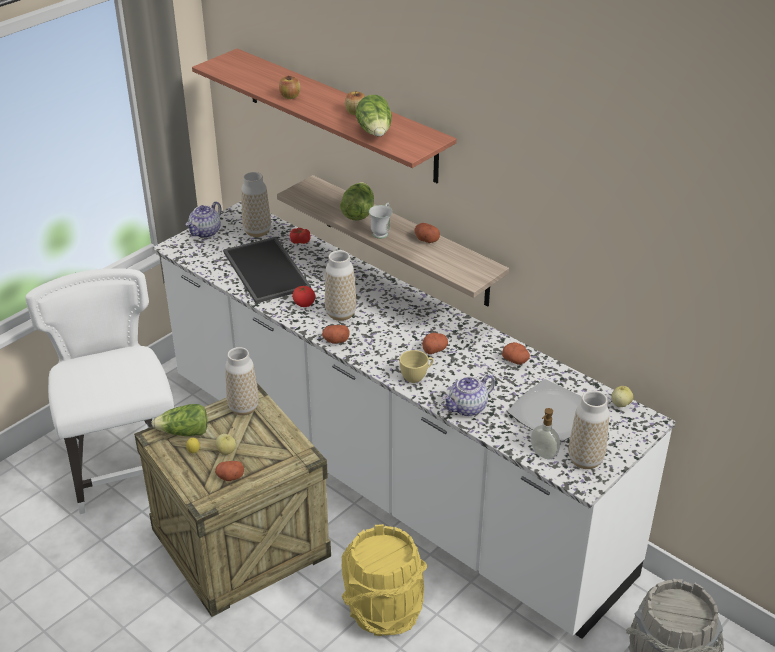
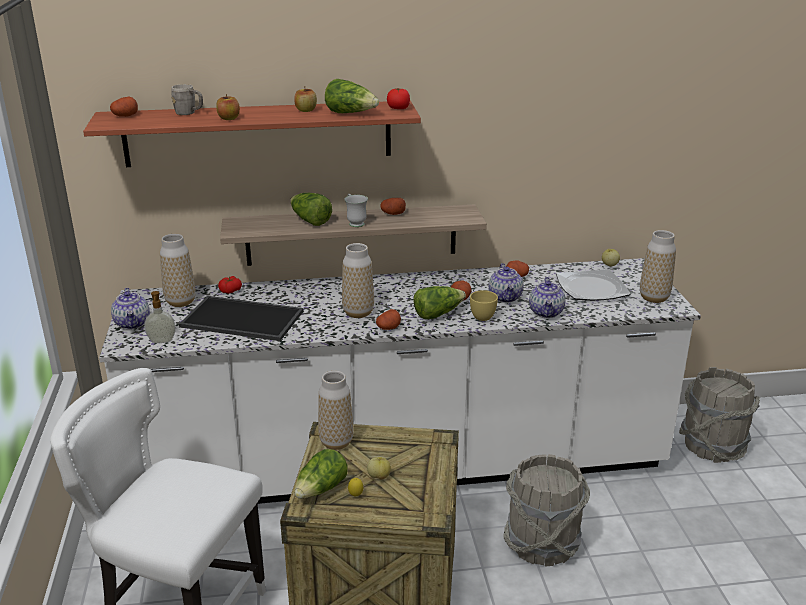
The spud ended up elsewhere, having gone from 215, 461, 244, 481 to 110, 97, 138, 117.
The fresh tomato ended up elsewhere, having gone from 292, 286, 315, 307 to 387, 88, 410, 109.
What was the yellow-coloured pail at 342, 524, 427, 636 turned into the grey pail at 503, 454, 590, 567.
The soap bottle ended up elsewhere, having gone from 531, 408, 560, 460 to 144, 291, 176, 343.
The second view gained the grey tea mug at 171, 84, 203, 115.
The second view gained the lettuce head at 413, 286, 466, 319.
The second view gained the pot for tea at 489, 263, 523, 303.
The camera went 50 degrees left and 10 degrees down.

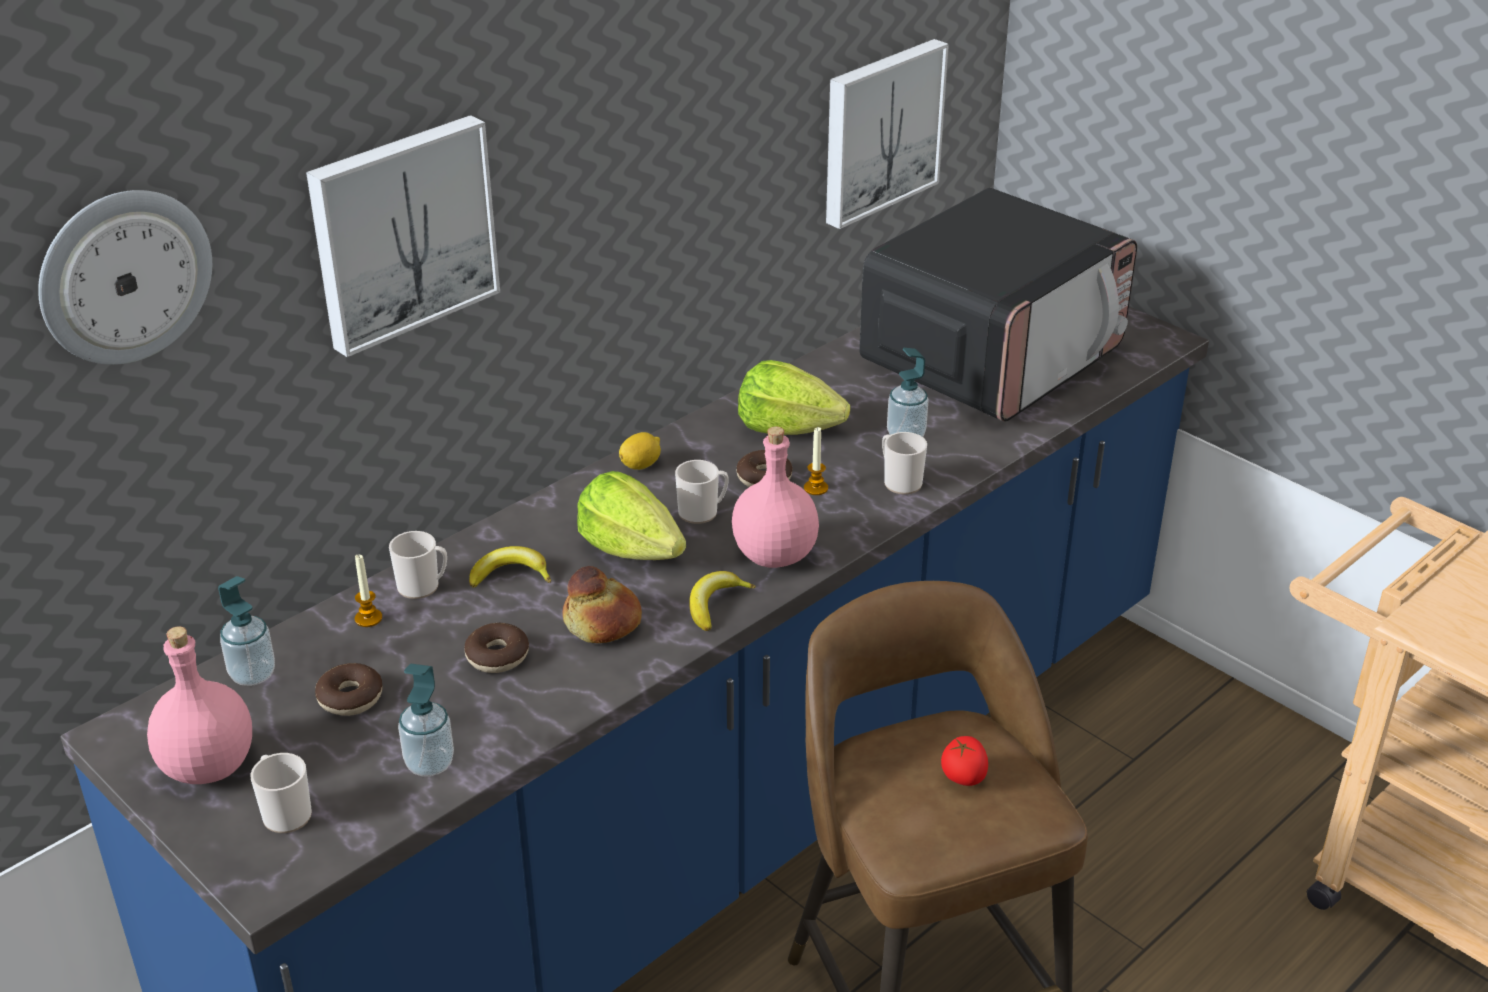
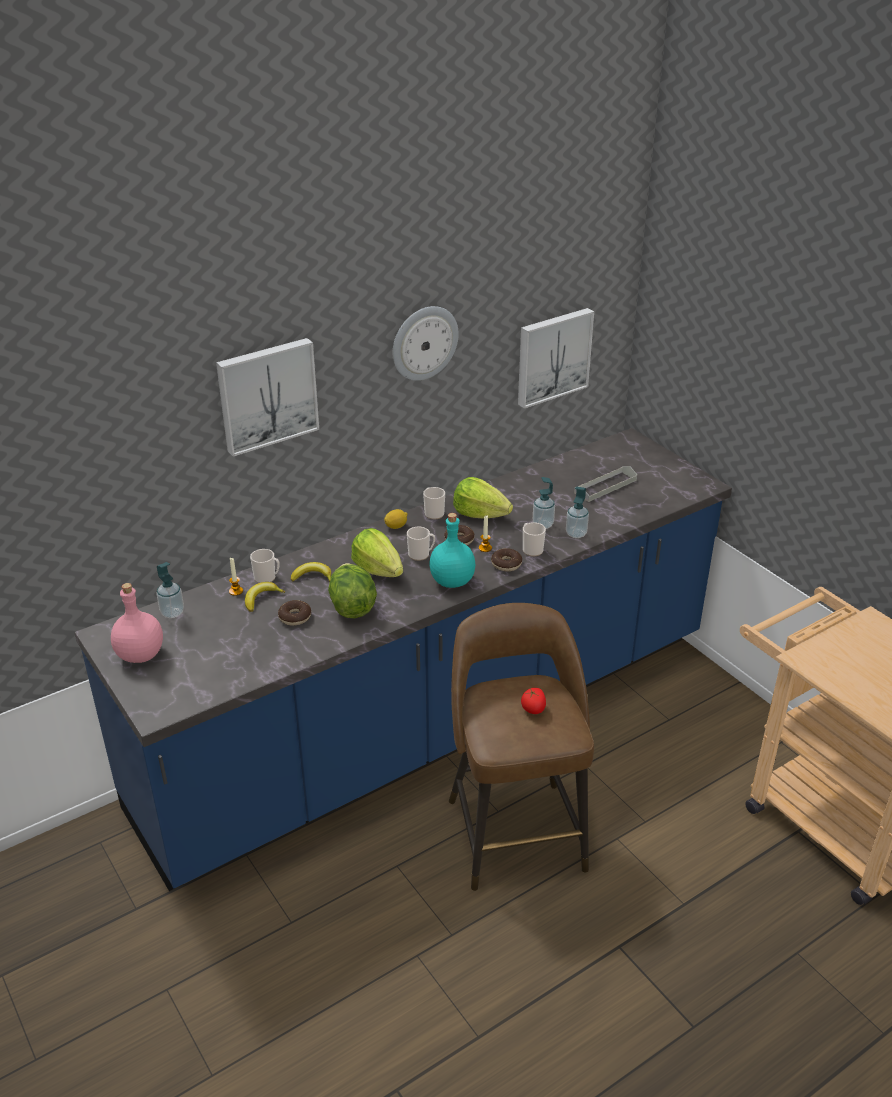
The wall clock ended up elsewhere, having gone from 38, 190, 212, 365 to 393, 306, 459, 381.
The tea mug ended up elsewhere, having gone from 250, 753, 312, 833 to 423, 487, 445, 519.
The doughnut ended up elsewhere, having gone from 315, 663, 383, 716 to 491, 548, 522, 571.
The soap bottle ended up elsewhere, having gone from 398, 664, 454, 776 to 566, 486, 589, 538.
Where the bakery bread stood at 563, 566, 642, 643, the lettuce head came to stand at 328, 563, 377, 618.
The banana fruit ended up elsewhere, having gone from 689, 571, 756, 631 to 245, 582, 285, 612.
What was the pinkish bottle at 732, 426, 819, 568 turned into the turquoise bottle at 429, 513, 475, 588.
Where the microwave oven stood at 859, 188, 1137, 422, the grey tray came to stand at 574, 466, 637, 502.
The camera went 10 degrees right and 0 degrees up.

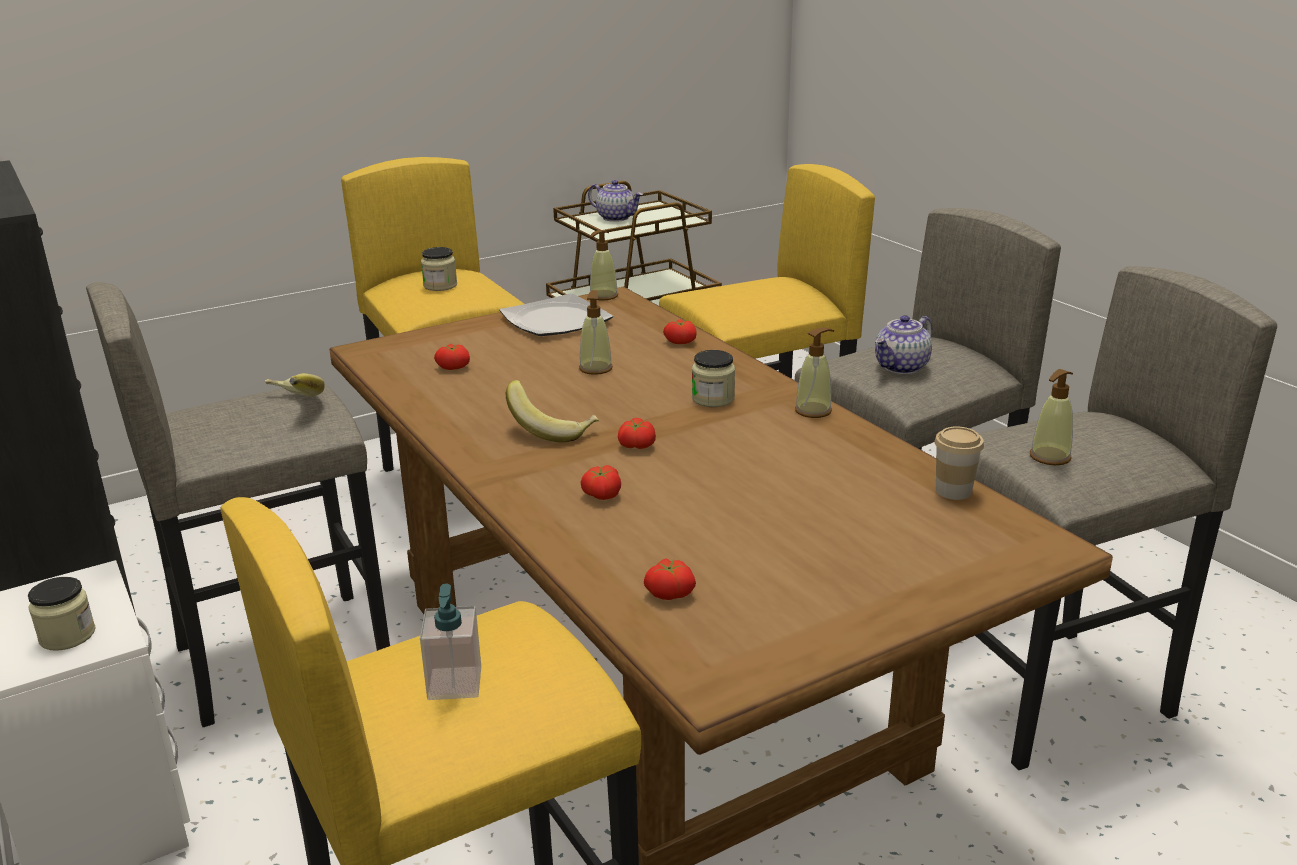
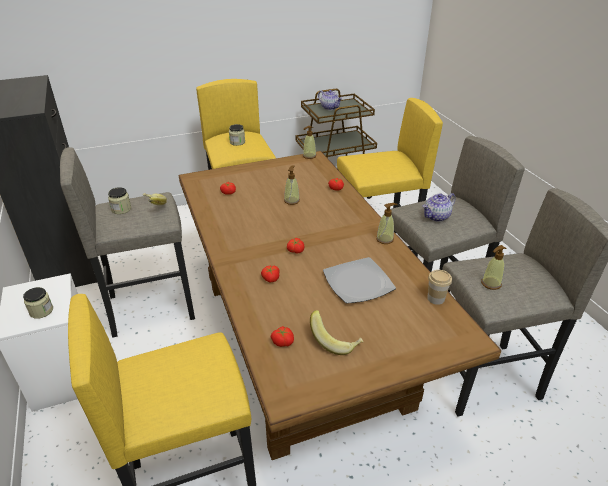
The second view lost the soap bottle at 420, 584, 481, 700.
The flat dish ended up elsewhere, having gone from 499, 293, 613, 336 to 323, 257, 396, 304.
The banana fruit ended up elsewhere, having gone from 505, 380, 599, 443 to 310, 310, 363, 355.
The preserve jar ended up elsewhere, having gone from 692, 350, 735, 407 to 108, 187, 131, 214.
The camera went 10 degrees right and 10 degrees up.

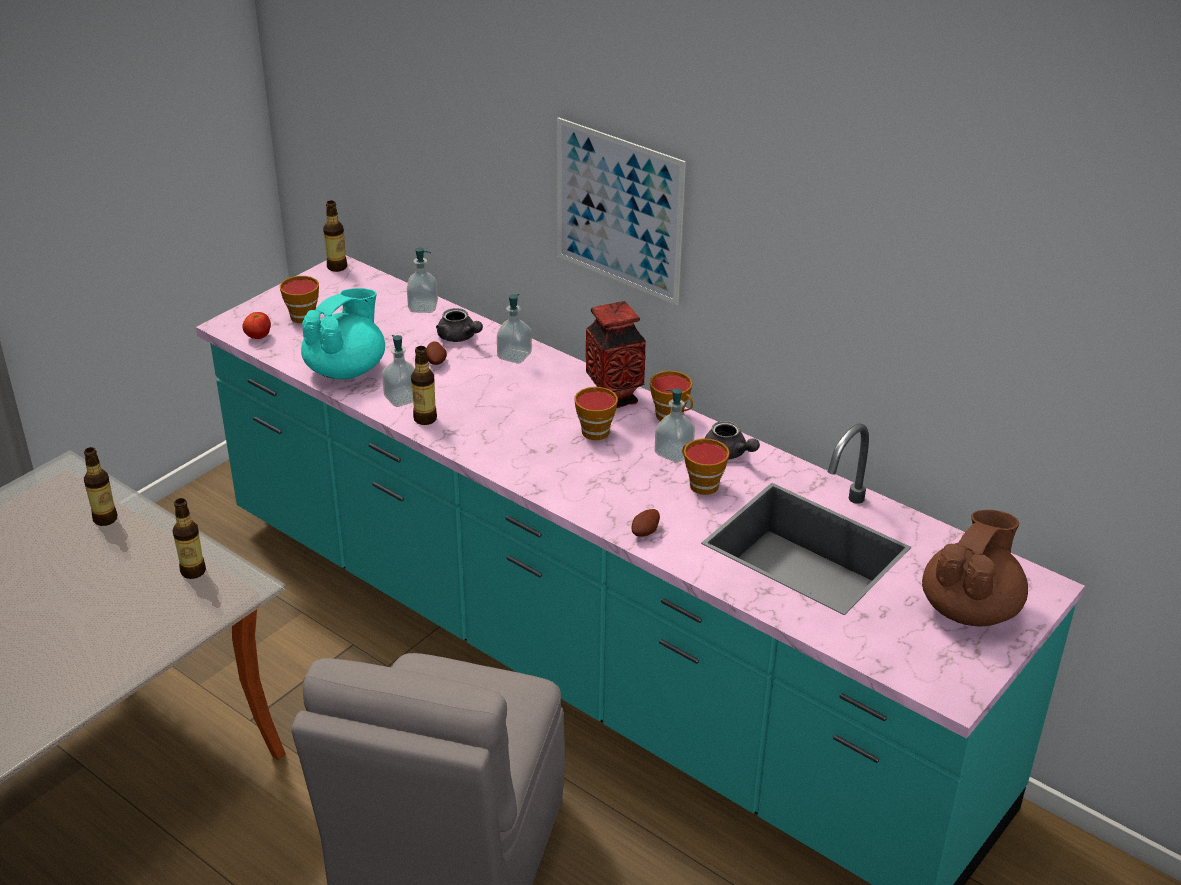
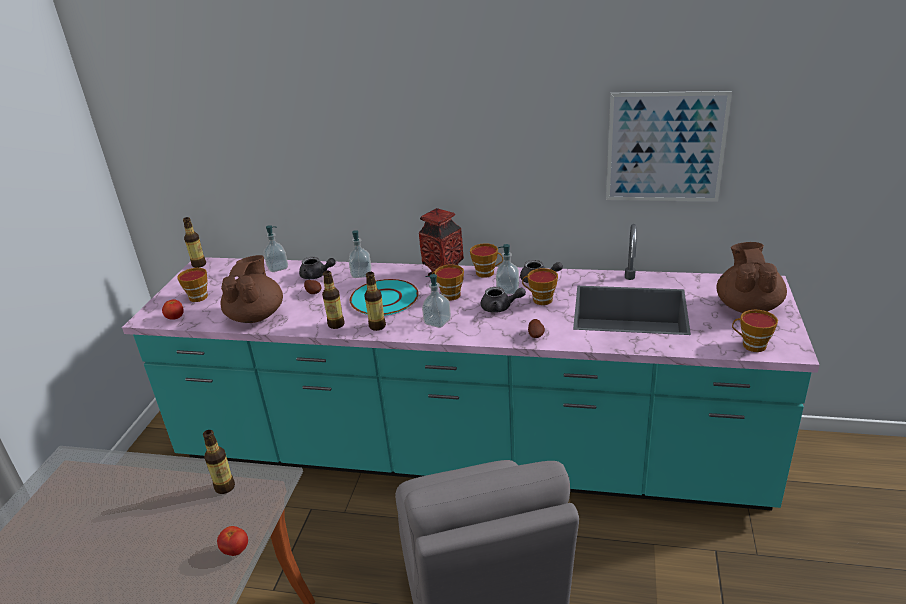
The bottle ended up elsewhere, having gone from 84, 447, 118, 526 to 364, 272, 386, 331.
What was the turquoise pot for tea at 301, 288, 385, 379 turned into the brown pot for tea at 221, 255, 283, 323.
The soap bottle ended up elsewhere, having gone from 382, 335, 415, 407 to 422, 274, 451, 328.
The wall art ended up elsewhere, having gone from 557, 117, 686, 305 to 606, 91, 732, 202.
The second view gained the fresh tomato at 217, 526, 248, 556.
The second view gained the turquoise flat dish at 350, 279, 419, 316.
The second view gained the grey pot for tea at 481, 287, 526, 313.
The second view gained the small cup at 732, 309, 778, 352.
The camera went 25 degrees left and 5 degrees down.

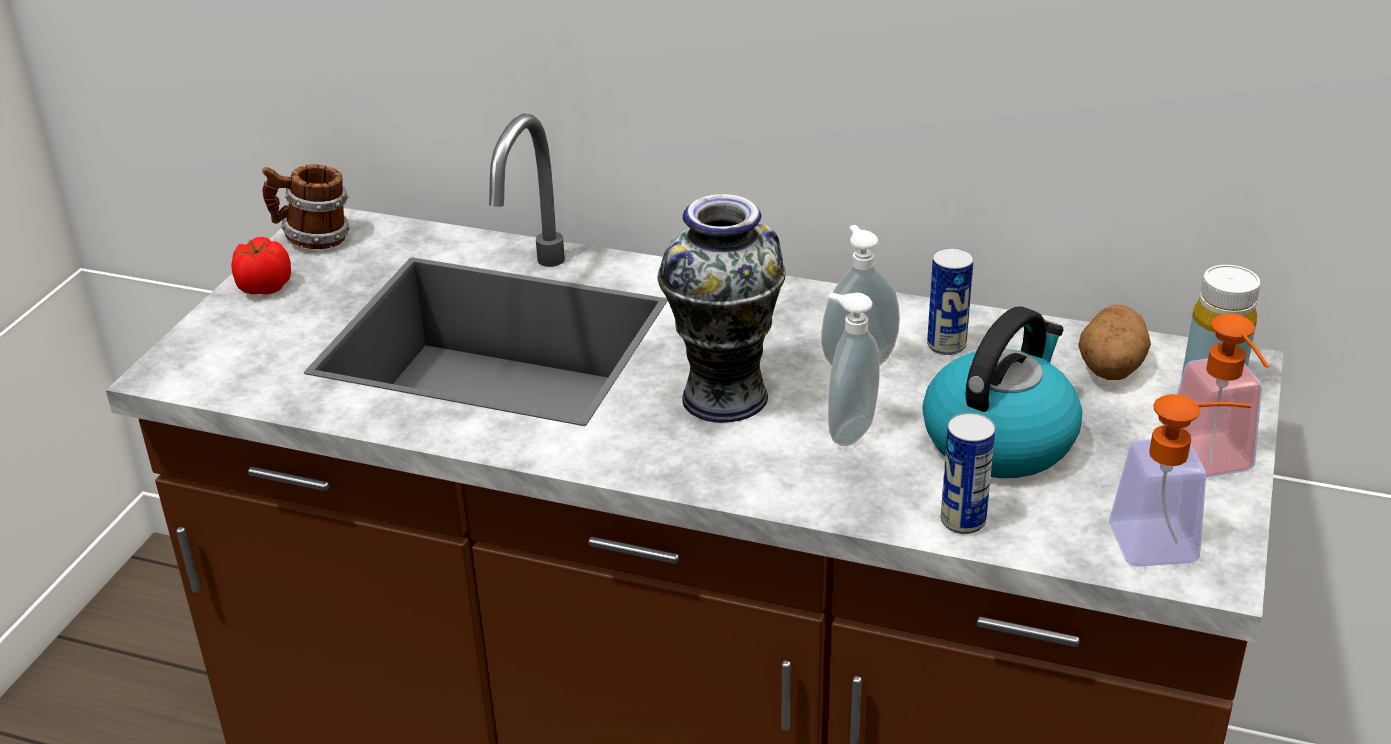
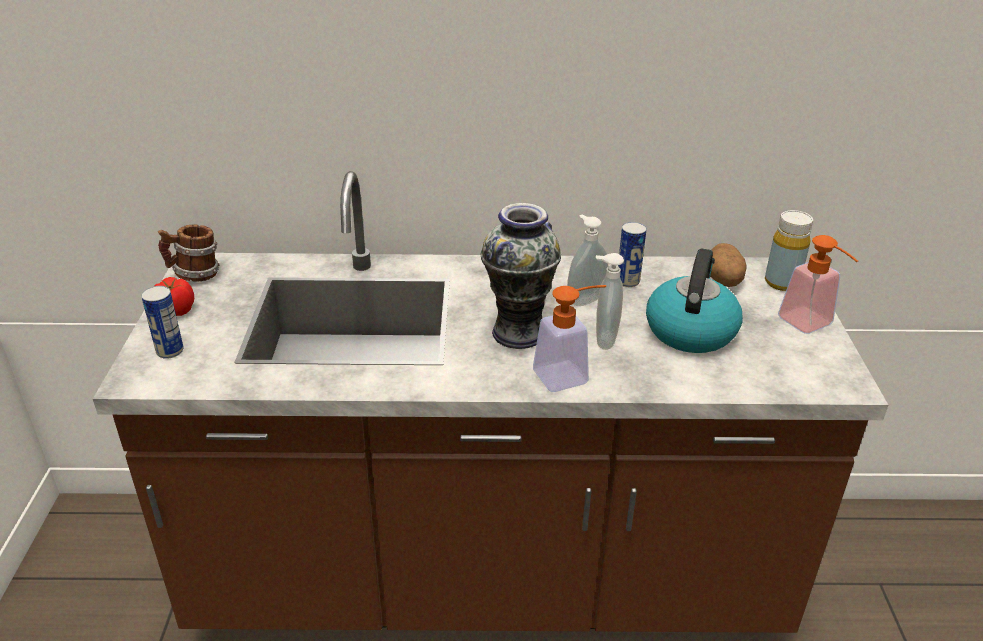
The metal can ended up elsewhere, having gone from 941, 413, 995, 534 to 141, 286, 184, 359.
The soap bottle ended up elsewhere, having gone from 1109, 394, 1252, 567 to 533, 285, 606, 392.
The camera went 20 degrees left and 0 degrees up.

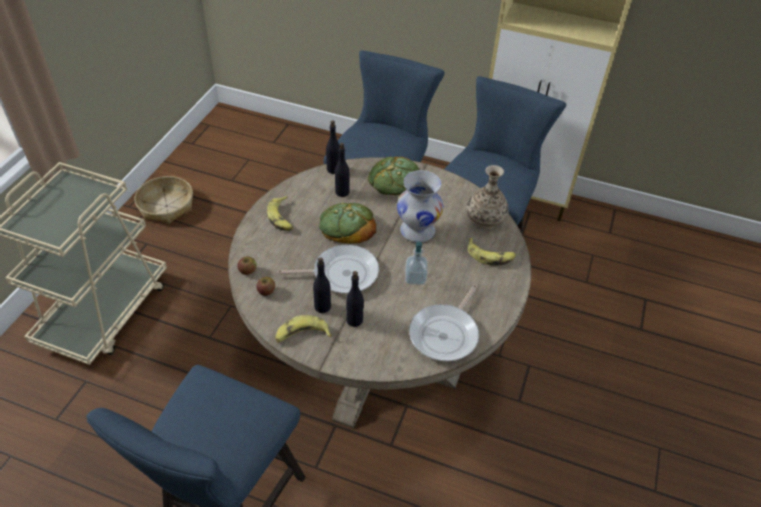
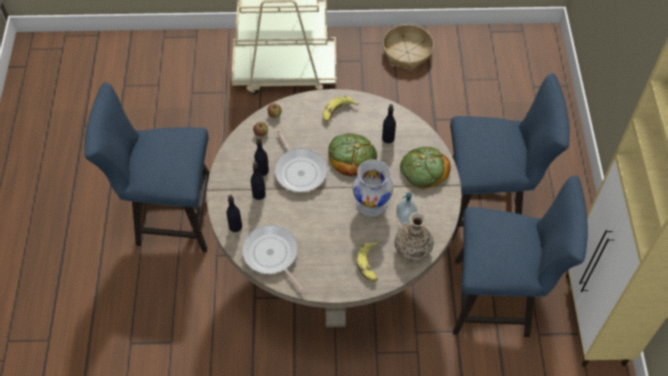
The second view lost the banana fruit at 275, 315, 332, 343.
The black bottle ended up elsewhere, having gone from 326, 120, 340, 174 to 226, 194, 242, 232.
The soap bottle ended up elsewhere, having gone from 405, 242, 428, 285 to 396, 193, 418, 225.
The frying pan at 409, 284, 479, 361 ended up facing another way, 45 degrees clockwise from before.
The camera went 70 degrees right and 10 degrees up.

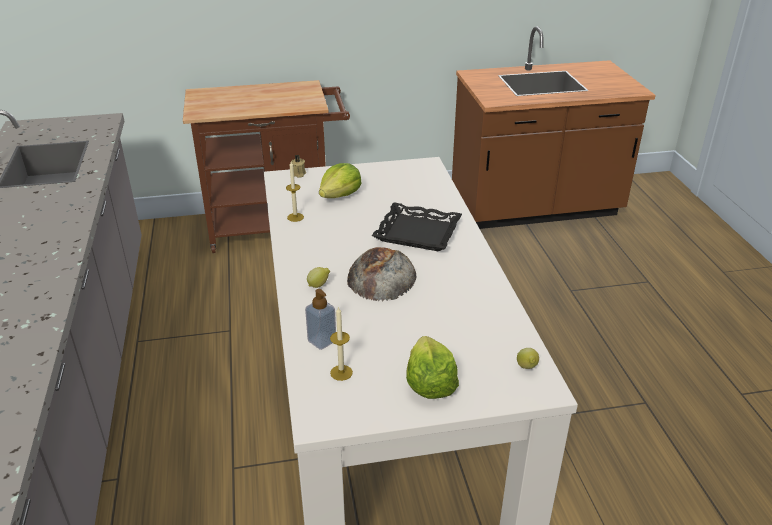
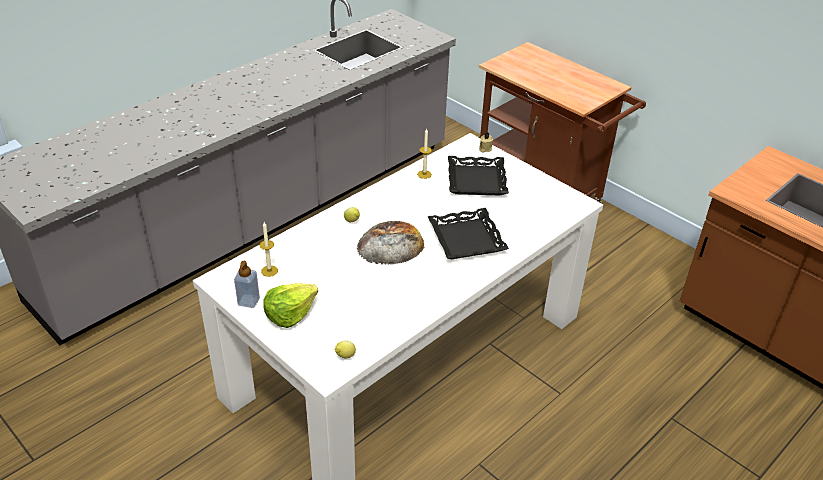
The soap bottle ended up elsewhere, having gone from 305, 289, 336, 350 to 234, 261, 260, 308.
Where the lettuce head stood at 319, 163, 361, 198, the black tray came to stand at 448, 156, 509, 195.
The camera went 55 degrees right and 5 degrees up.

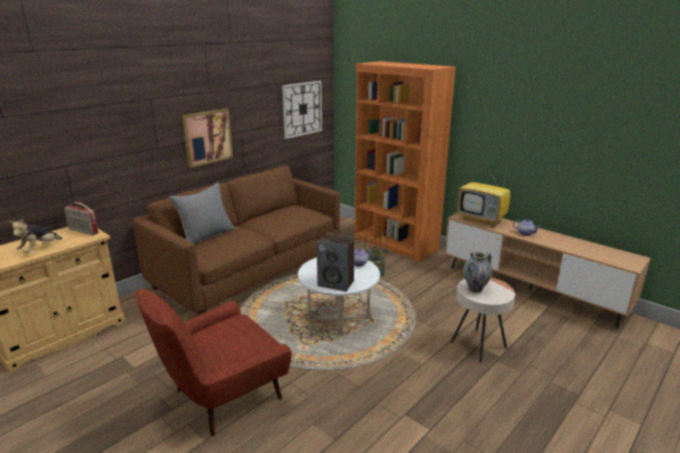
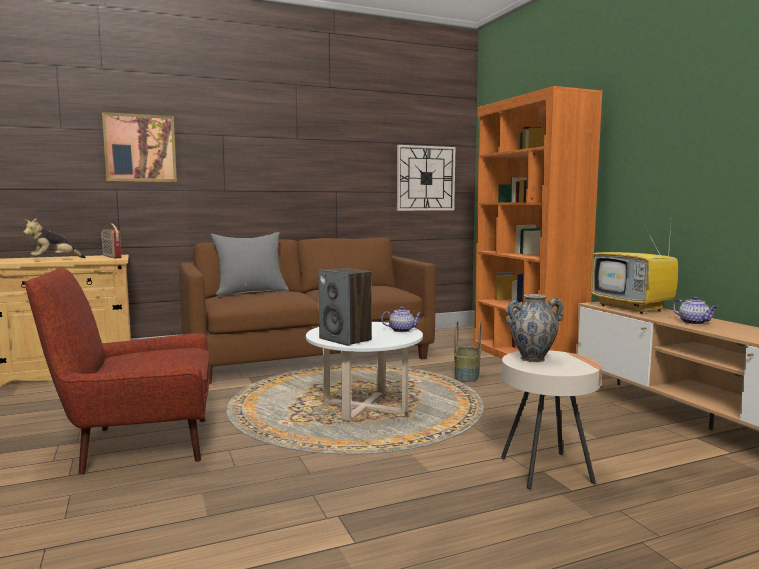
The wall art ended up elsewhere, having gone from 182, 109, 233, 167 to 102, 112, 177, 182.
The camera went 25 degrees right and 15 degrees down.

